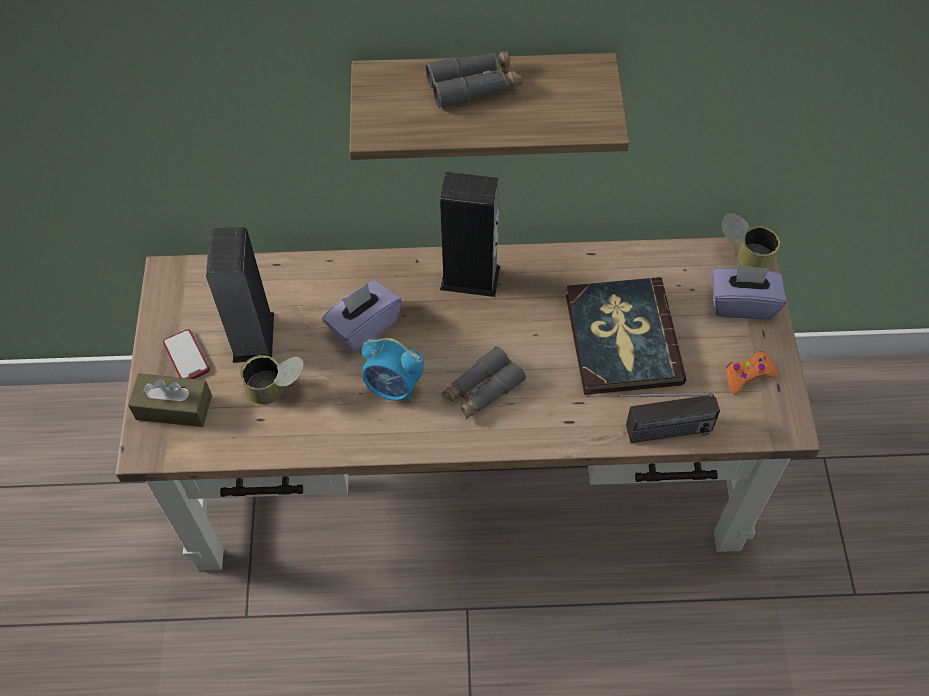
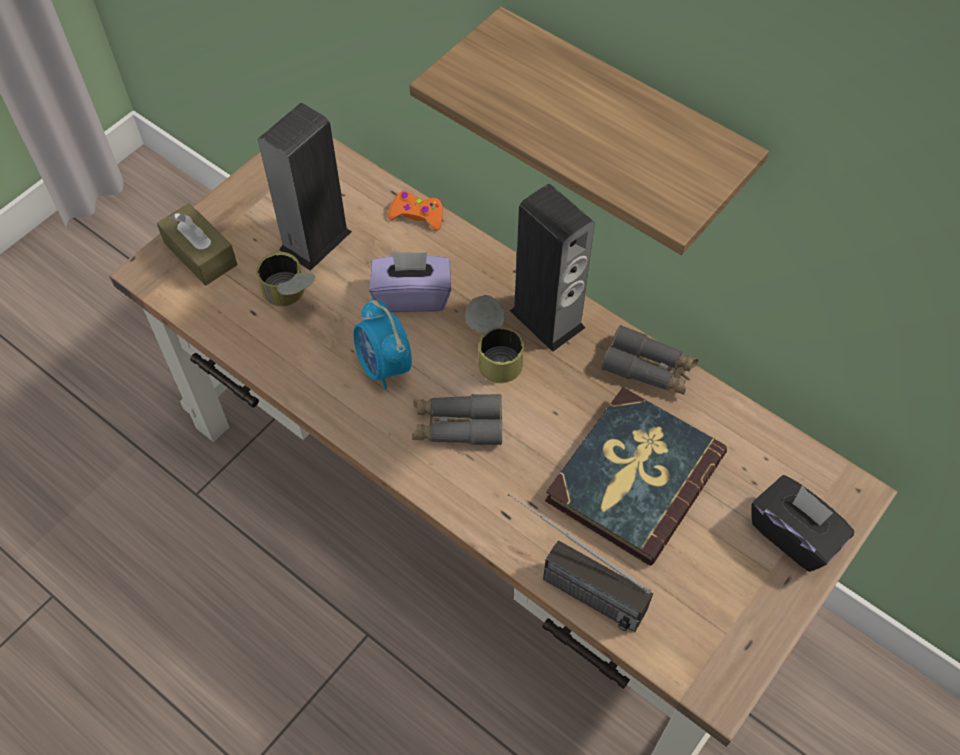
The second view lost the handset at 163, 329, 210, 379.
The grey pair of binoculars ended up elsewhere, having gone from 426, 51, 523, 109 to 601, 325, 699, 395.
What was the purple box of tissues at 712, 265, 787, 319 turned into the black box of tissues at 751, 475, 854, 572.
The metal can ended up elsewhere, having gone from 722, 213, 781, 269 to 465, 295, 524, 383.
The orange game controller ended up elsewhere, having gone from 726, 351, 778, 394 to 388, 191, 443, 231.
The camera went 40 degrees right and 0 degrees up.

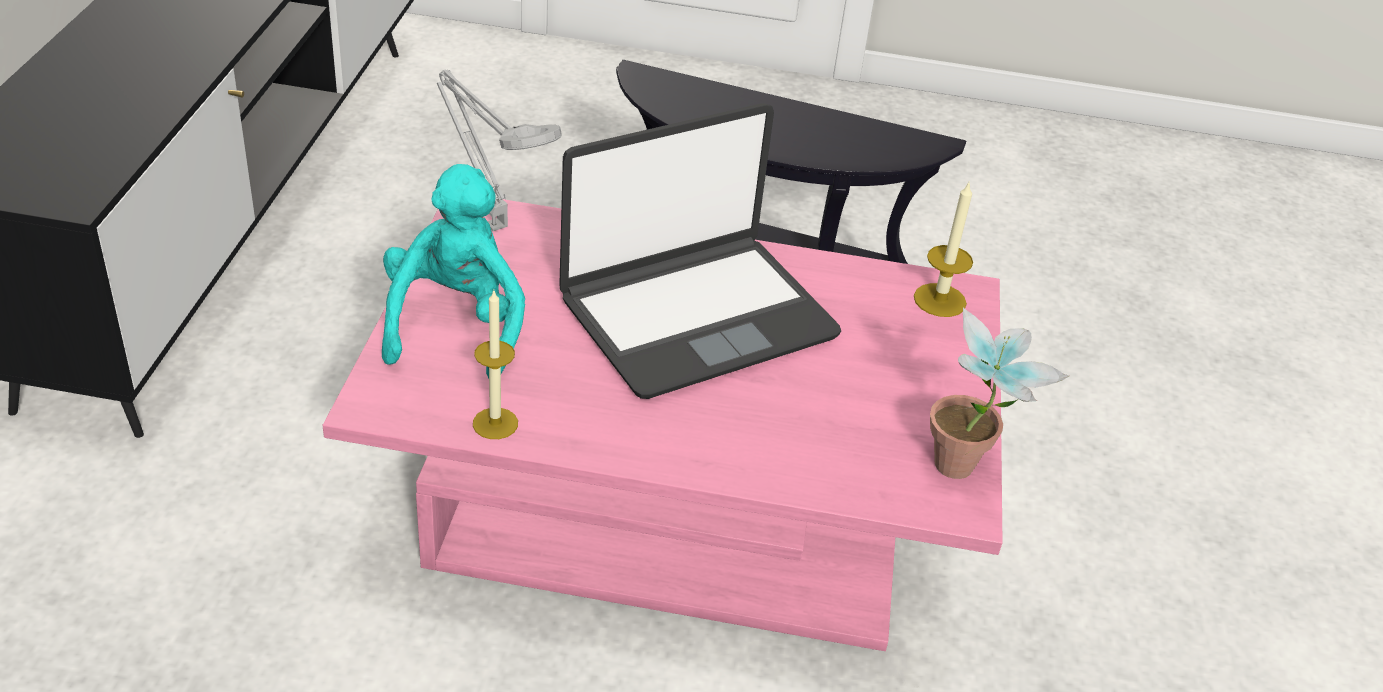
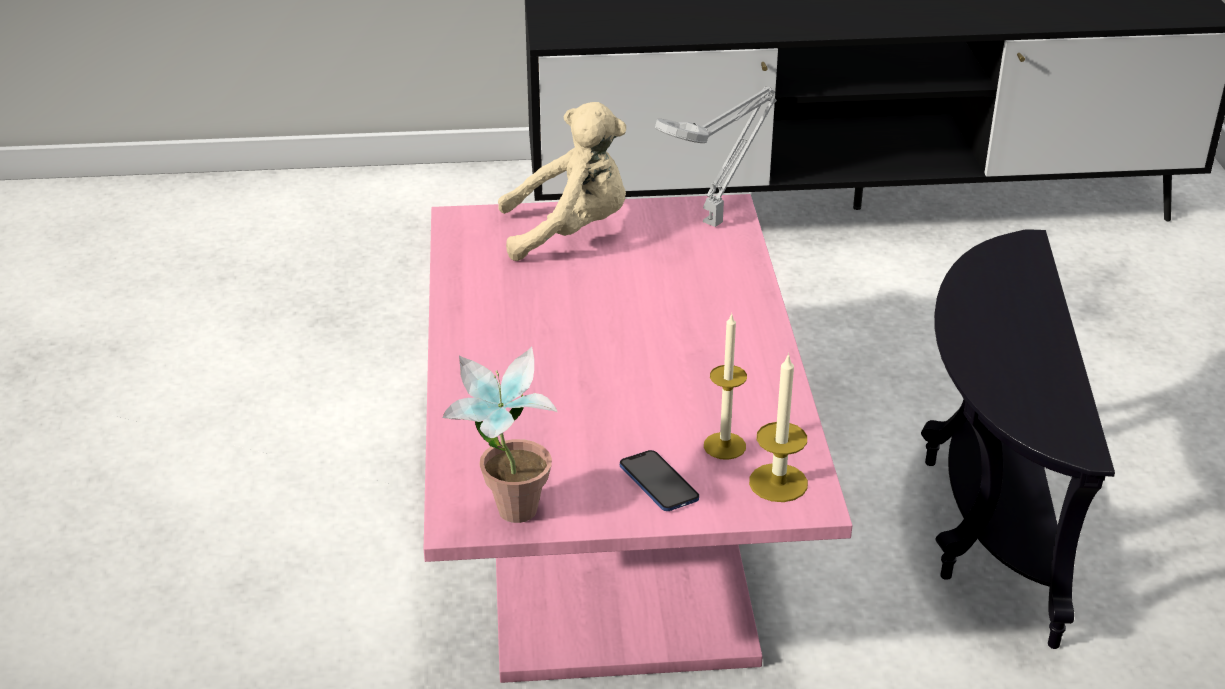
What was the turquoise cuddly toy at 382, 164, 525, 379 turned into the beige-coloured cuddly toy at 498, 102, 626, 261.
The wax candle ended up elsewhere, having gone from 473, 291, 518, 439 to 704, 313, 747, 460.
The second view lost the laptop at 559, 103, 841, 399.
The second view gained the handset at 620, 450, 699, 511.
The camera went 80 degrees right and 5 degrees down.

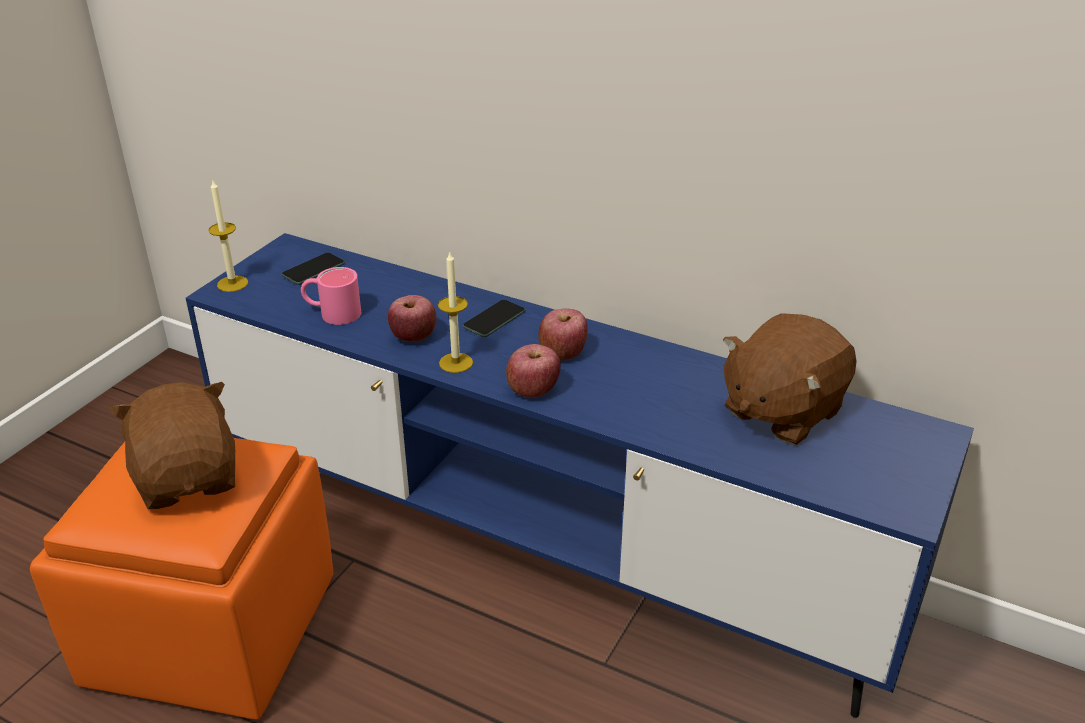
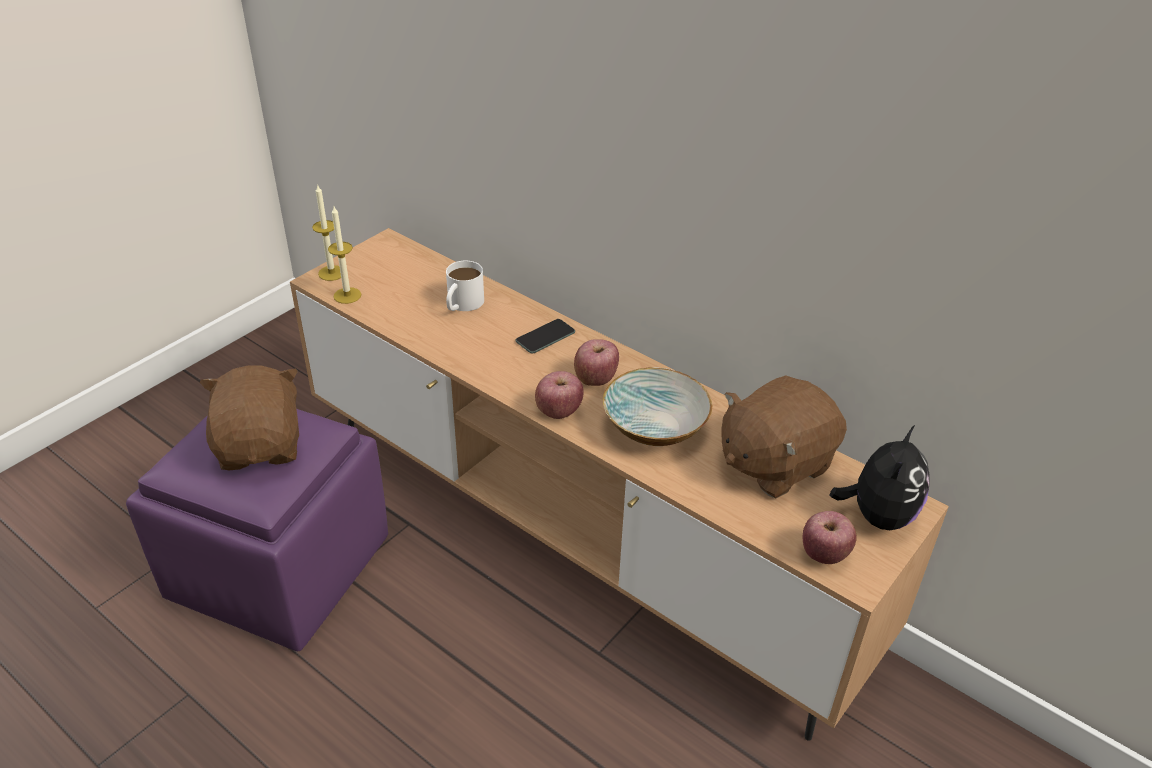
What was the orange footrest at 30, 438, 334, 720 turned into the purple footrest at 126, 409, 388, 651.
What was the blue-coloured media console at 186, 233, 974, 718 turned into the brown media console at 290, 228, 949, 741.
The second view lost the handset at 281, 253, 345, 285.
The second view lost the pinkish tea mug at 301, 267, 361, 325.
The apple ended up elsewhere, having gone from 388, 295, 437, 342 to 803, 511, 857, 564.
The wax candle ended up elsewhere, having gone from 438, 252, 473, 373 to 328, 207, 361, 304.
The second view gained the white tea mug at 446, 261, 484, 311.
The second view gained the bowl at 603, 368, 712, 446.
The second view gained the cuddly toy at 829, 424, 930, 530.
The camera went 10 degrees right and 5 degrees up.

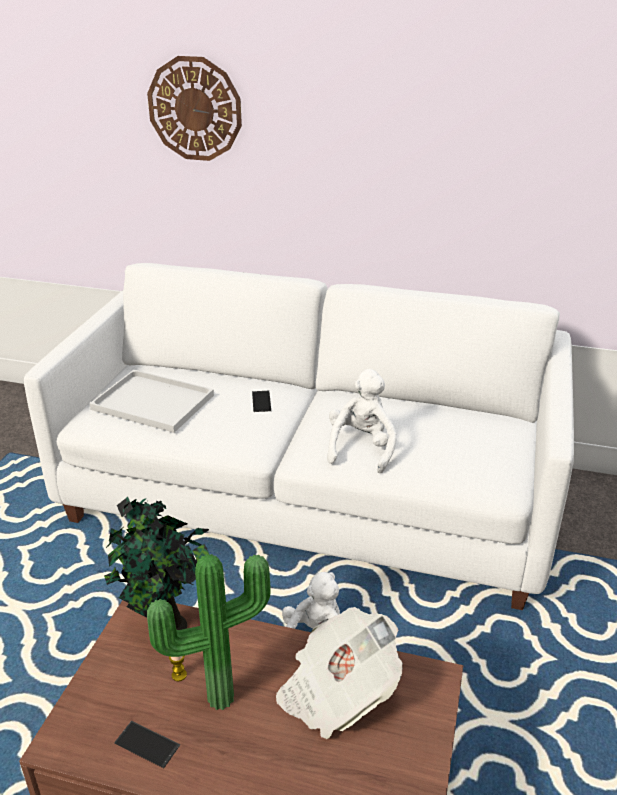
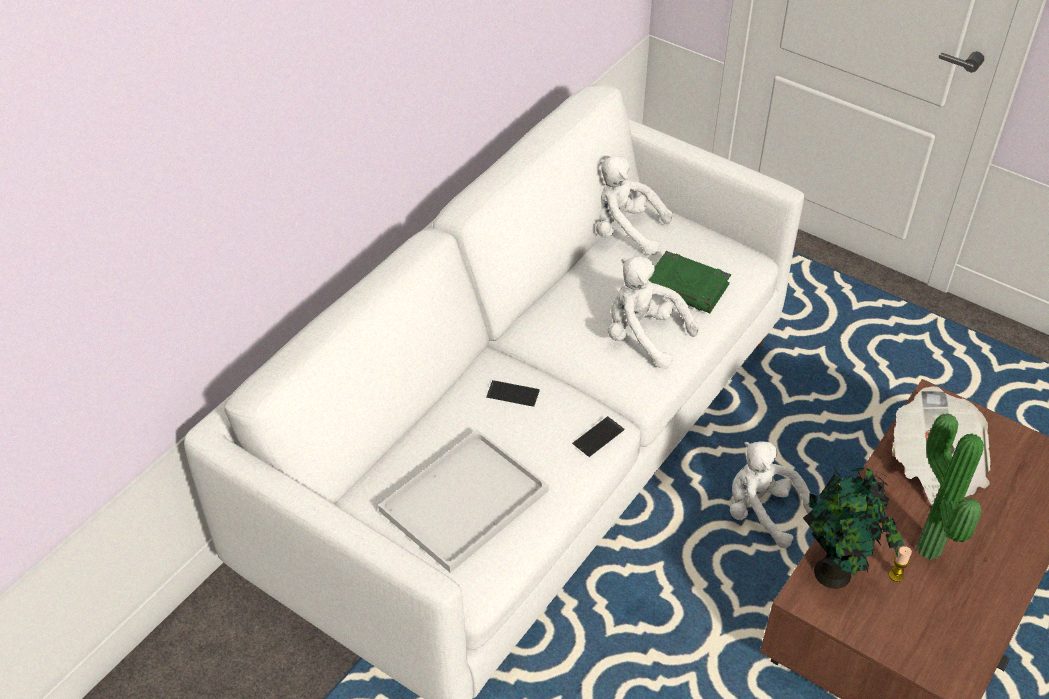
The handset ended up elsewhere, having gone from 114, 721, 180, 768 to 572, 416, 625, 457.
The second view lost the wall clock at 147, 56, 242, 161.
The second view gained the white cuddly toy at 596, 155, 673, 255.
The second view gained the greenish volume at 649, 251, 731, 313.
The camera went 70 degrees left and 15 degrees up.

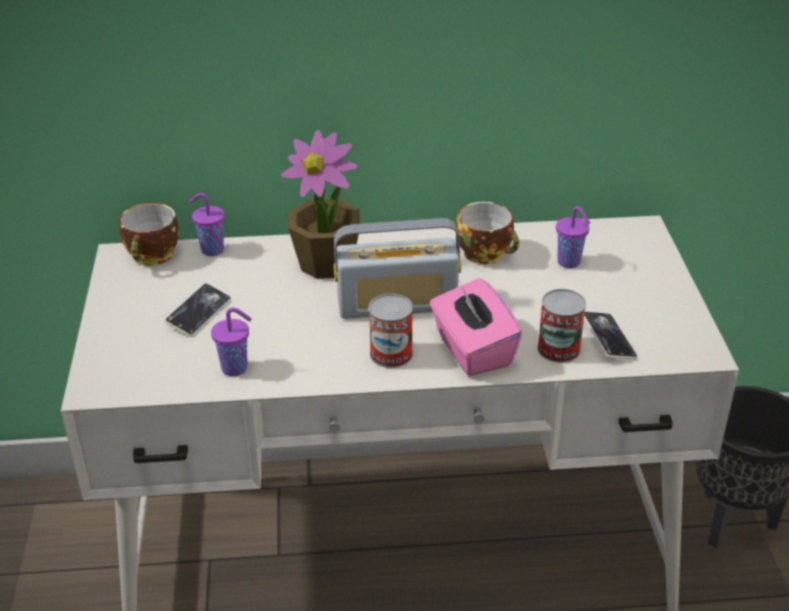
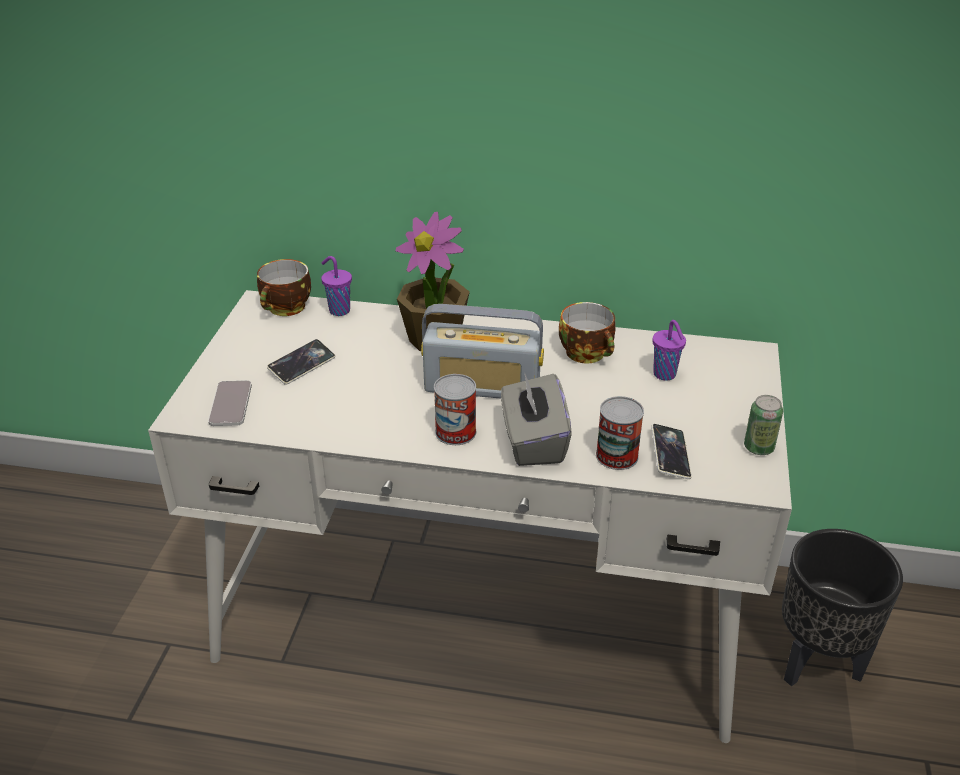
The second view lost the purple small cup at 211, 307, 252, 376.
What was the pinkish box of tissues at 430, 278, 522, 376 turned into the grey box of tissues at 501, 374, 572, 466.
The second view gained the handset at 208, 380, 252, 426.
The second view gained the metal can at 744, 395, 783, 455.
The camera went 15 degrees right and 0 degrees up.

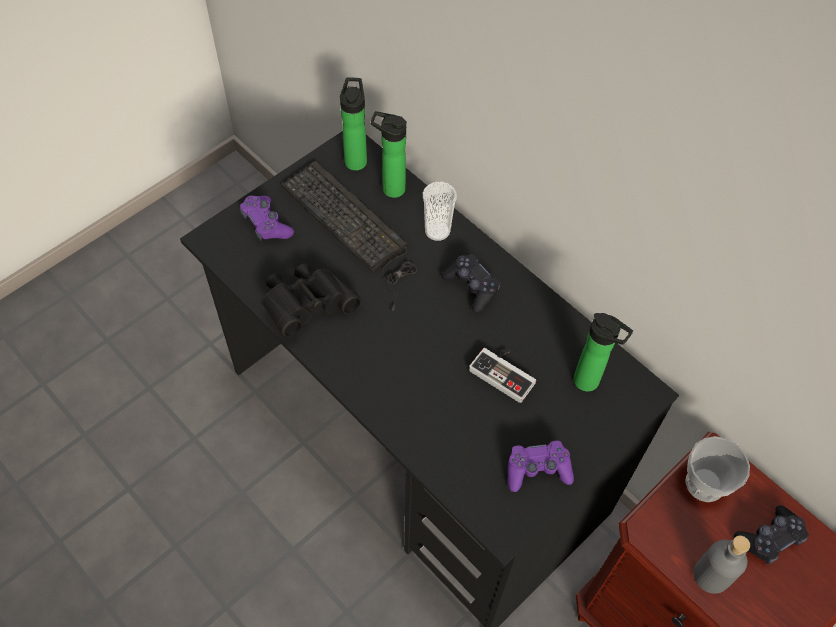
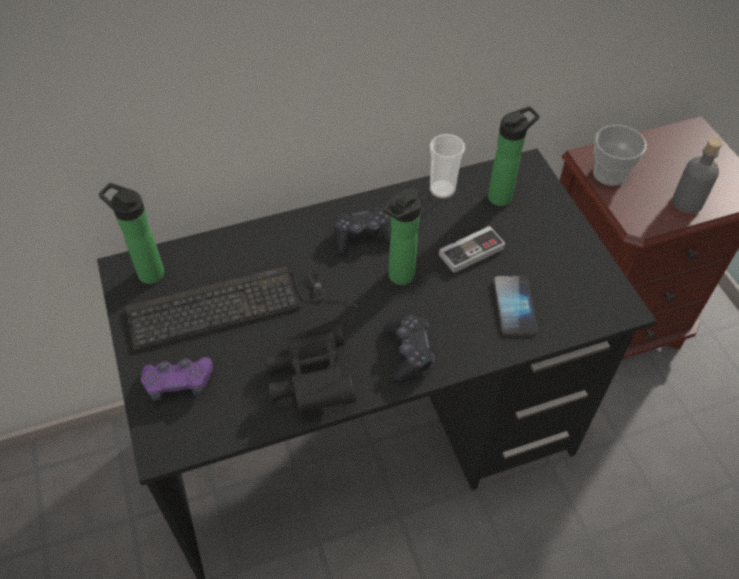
The bottle ended up elsewhere, having gone from 371, 111, 407, 198 to 383, 188, 421, 285.
The small cup ended up elsewhere, having gone from 423, 182, 457, 241 to 430, 134, 465, 198.
The second view lost the purple game controller at 507, 441, 574, 492.
The black game controller ended up elsewhere, having gone from 734, 505, 808, 564 to 384, 314, 435, 382.
The second view gained the handset at 494, 276, 538, 336.
The camera went 65 degrees left and 5 degrees down.

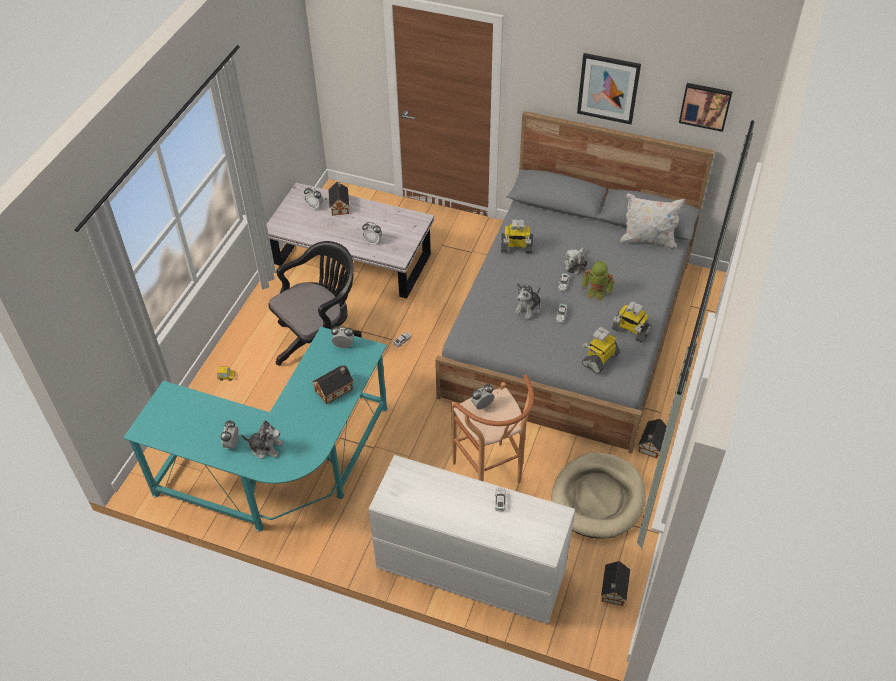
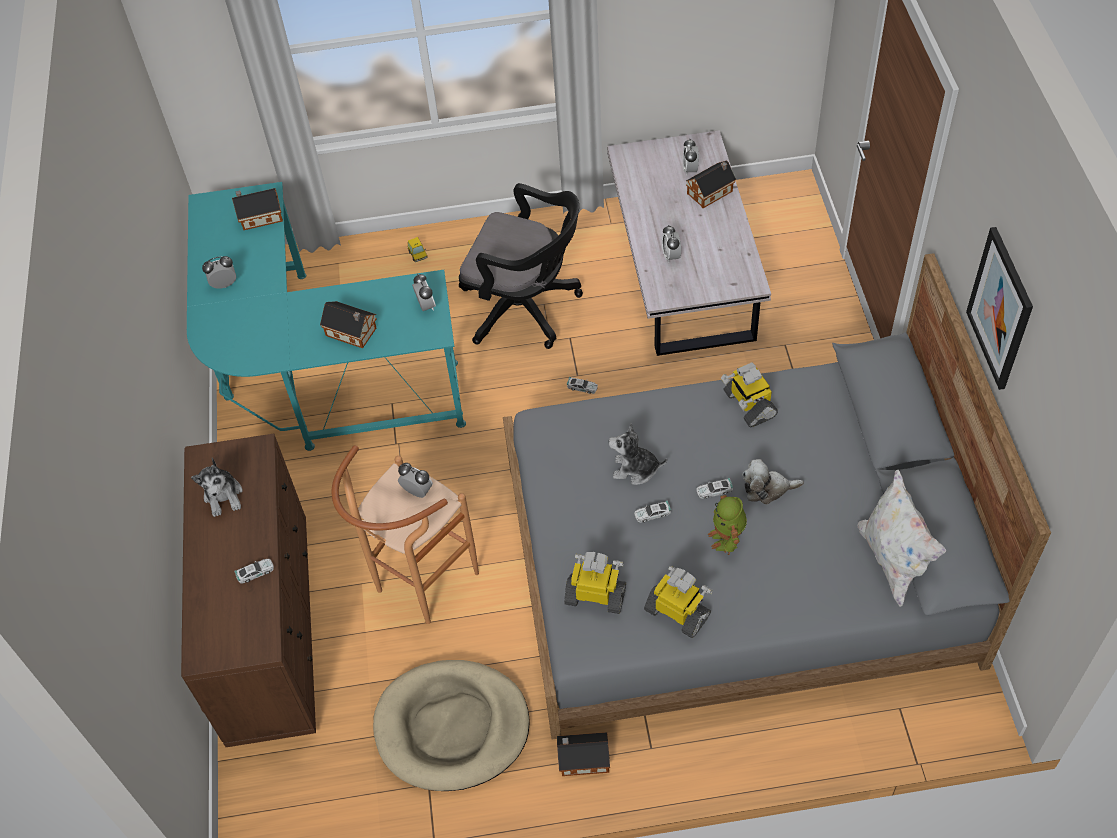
The cuddly toy ended up elsewhere, having gone from 242, 420, 283, 459 to 191, 458, 243, 517.
What was the white dresser at 369, 455, 575, 624 turned into the brown dresser at 181, 434, 316, 747.
The model house ended up elsewhere, having gone from 601, 561, 630, 606 to 232, 188, 283, 230.
The toy robot at 612, 301, 652, 343 ended up facing another way, 120 degrees clockwise from before.
The second view lost the wall art at 679, 83, 732, 132.
The camera went 65 degrees right and 5 degrees up.

